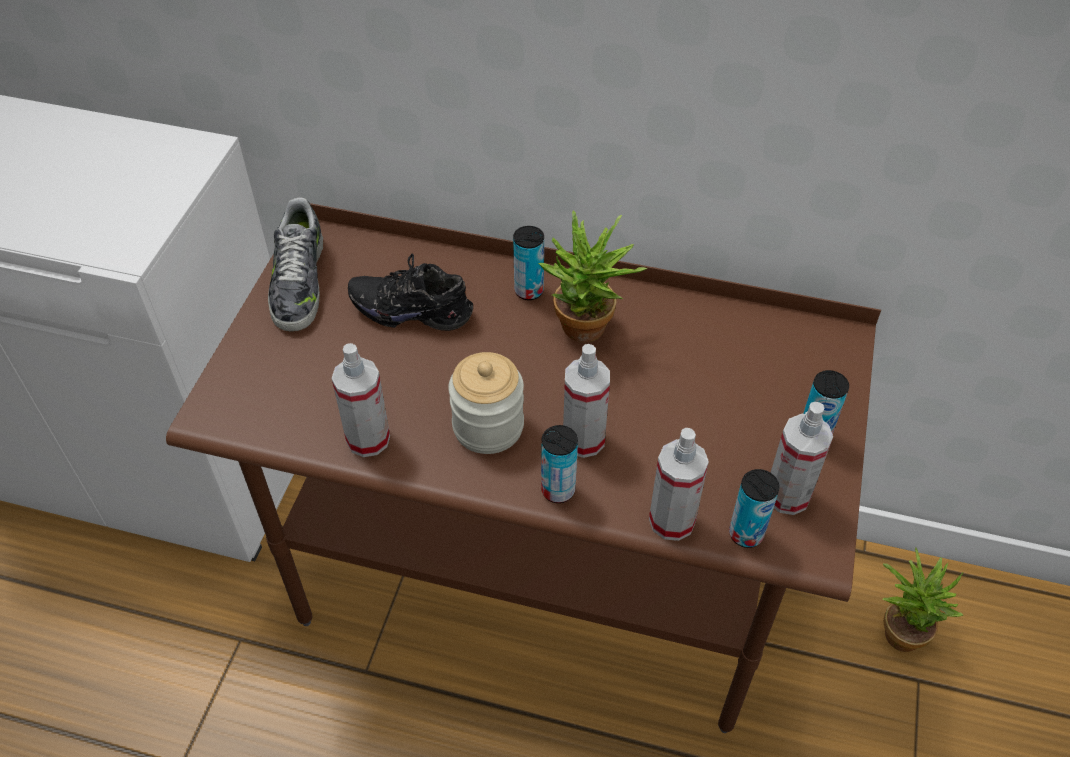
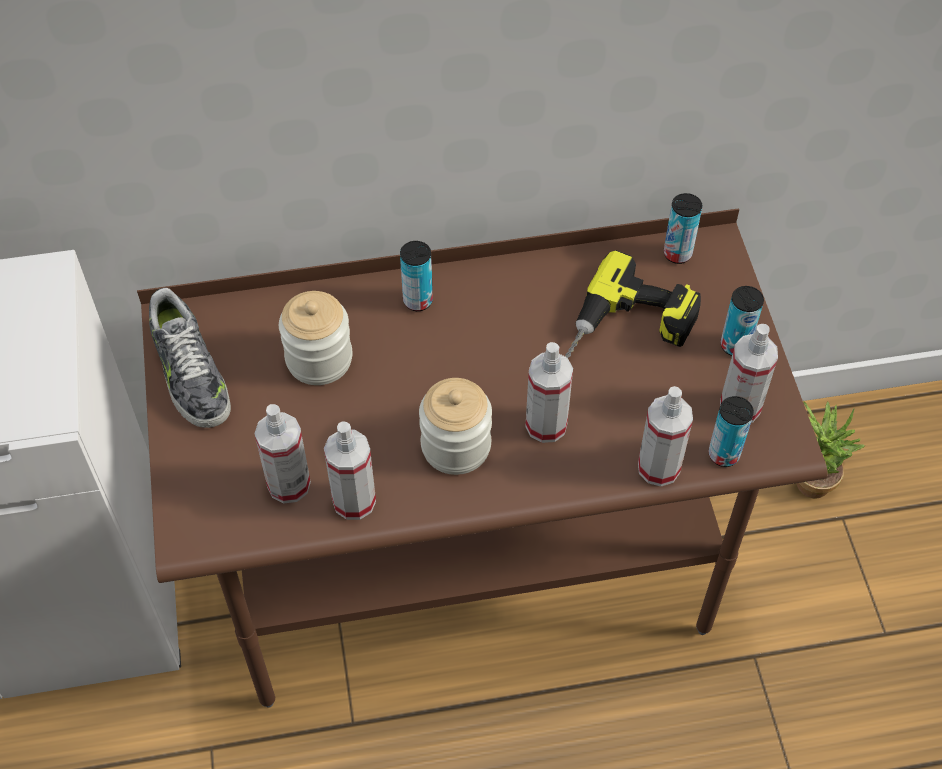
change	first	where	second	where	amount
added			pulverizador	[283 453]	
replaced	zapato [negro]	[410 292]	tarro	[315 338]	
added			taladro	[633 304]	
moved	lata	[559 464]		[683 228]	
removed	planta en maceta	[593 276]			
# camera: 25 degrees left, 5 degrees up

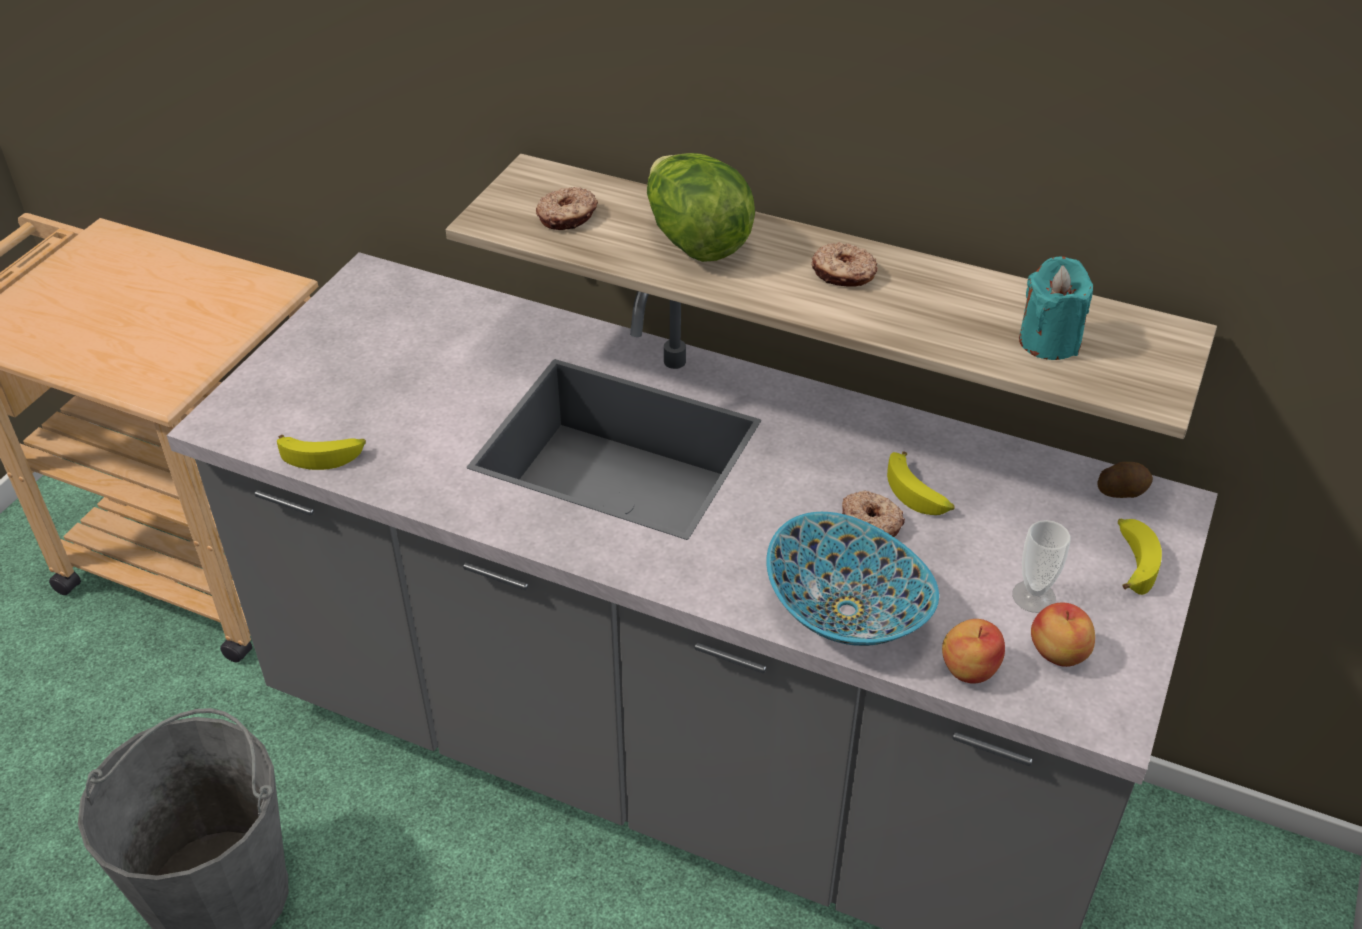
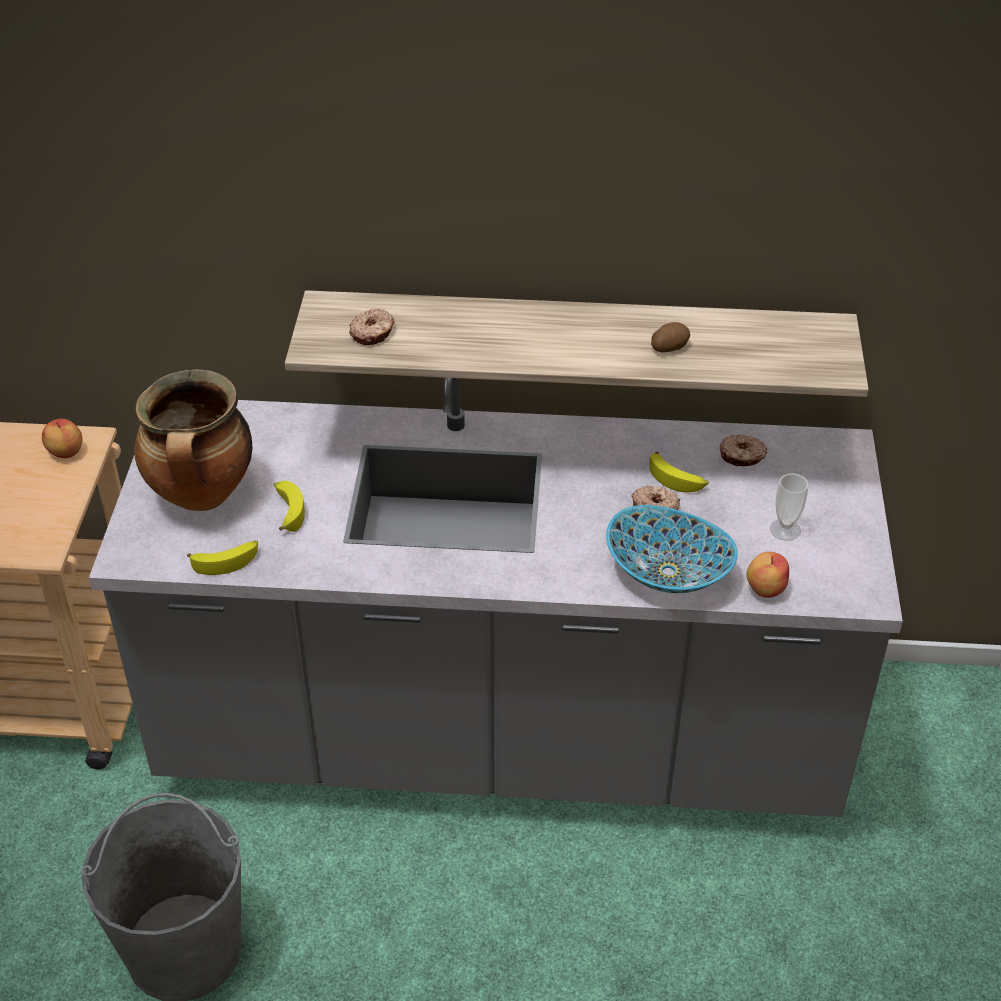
change	first	where	second	where	amount
moved	manzana	[1063 635]		[62 438]	
added			olla	[193 440]	
moved	plátano	[1140 557]		[289 506]	
moved	patata	[1125 480]		[670 337]	
moved	rosquilla	[845 264]		[743 450]	
removed	lechuga	[701 207]			
removed	vela [turquesa]	[1056 308]			
# camera: 20 degrees left, 0 degrees up

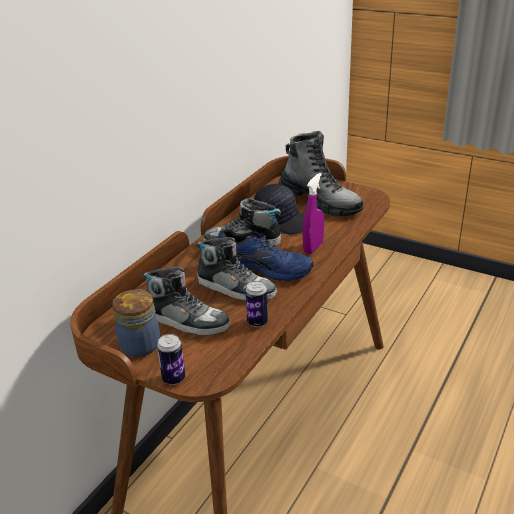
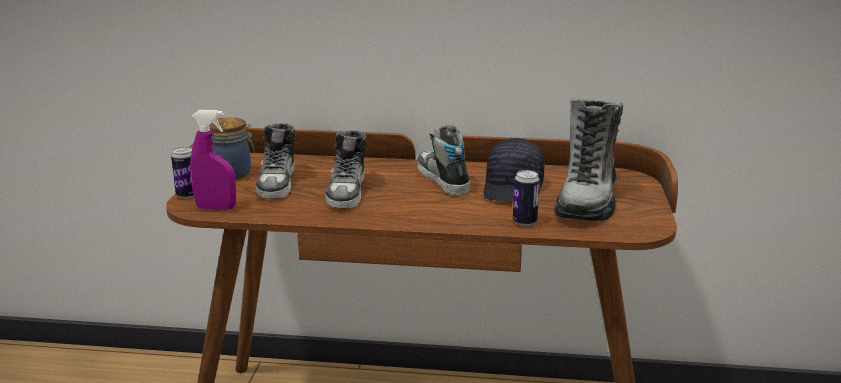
change	first	where	second	where	amount
moved	pulverizador [morado]	[313 213]		[213 160]	
moved	lata	[256 304]		[526 198]	
removed	zapato [azul]	[266 255]			
# camera: 65 degrees right, 10 degrees down

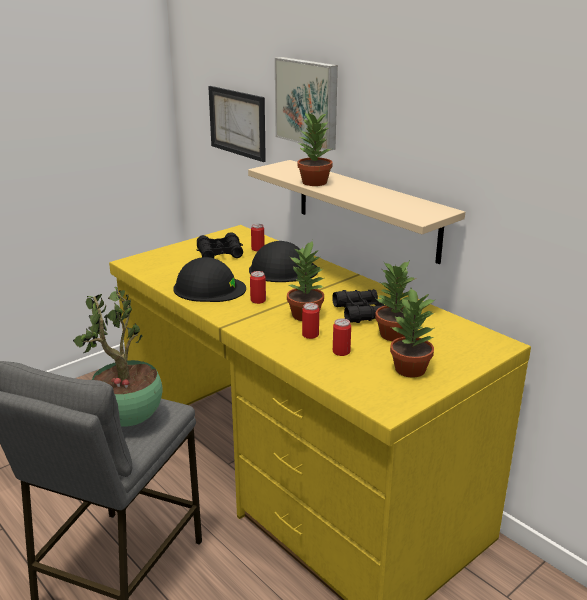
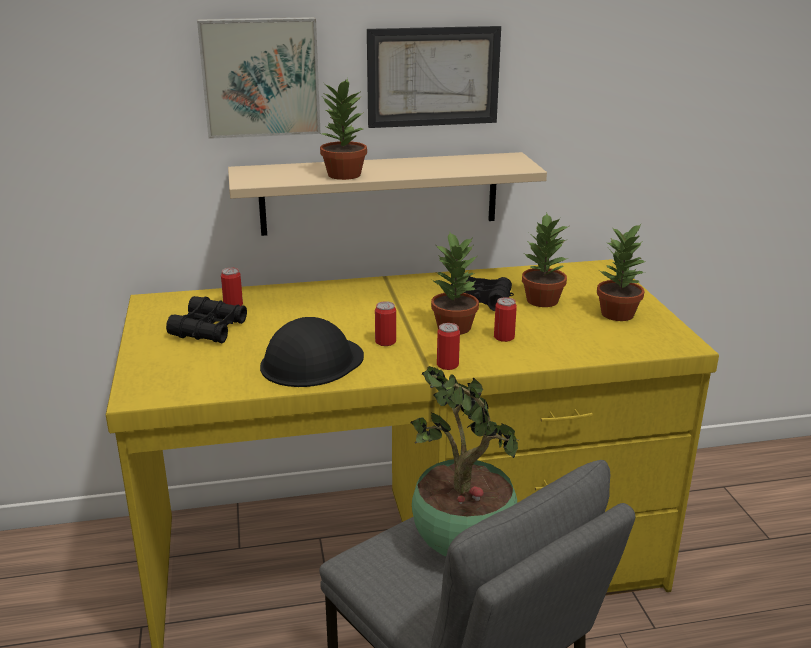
change	first	where	second	where	amount
moved	cuadro	[237 124]		[434 77]	
moved	lata	[342 337]		[448 346]	
removed	casco [negro]	[283 261]			
# camera: 60 degrees left, 0 degrees up

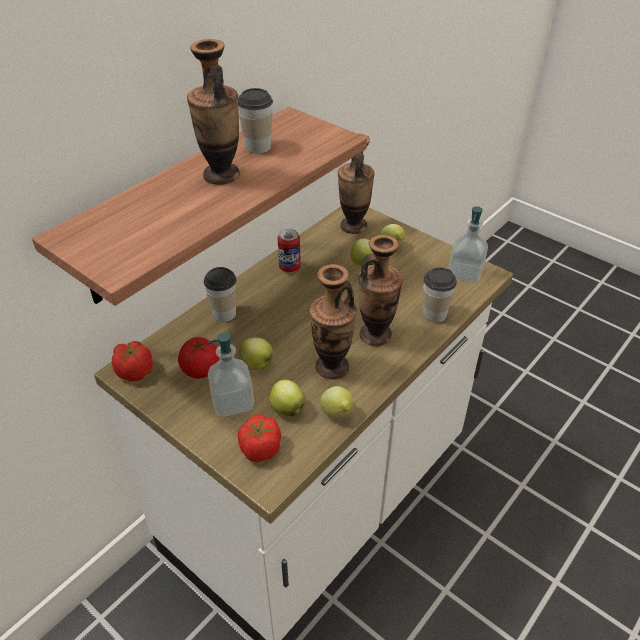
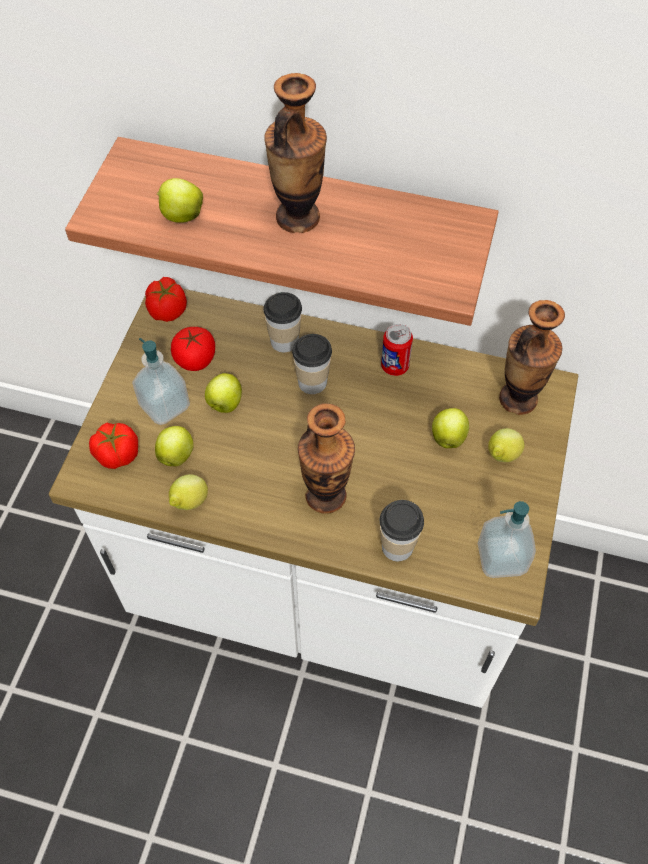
change	first	where	second	where	amount
added			manzana	[180 200]	
moved	taza	[255 120]		[312 364]	
removed	florero	[333 322]			
# camera: 65 degrees right, 15 degrees up

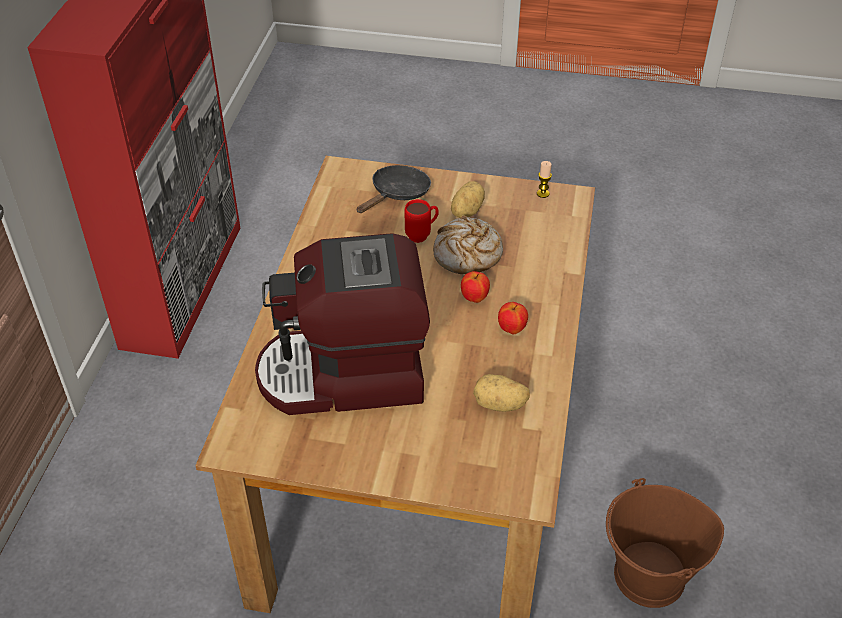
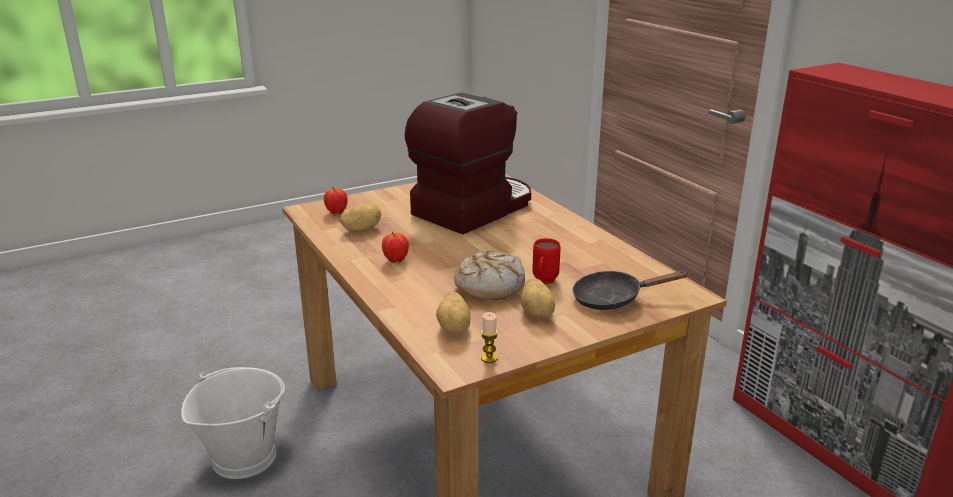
change	first	where	second	where	amount
recoloured	cubo [marrón]	[665 543]	cubo [blanco]	[233 423]	
moved	manzana	[475 287]		[335 200]	
added			patata	[453 312]	
turned	sartén [negro]	[394 189]		[630 290]	90 degrees clockwise
# camera: 140 degrees right, 20 degrees down

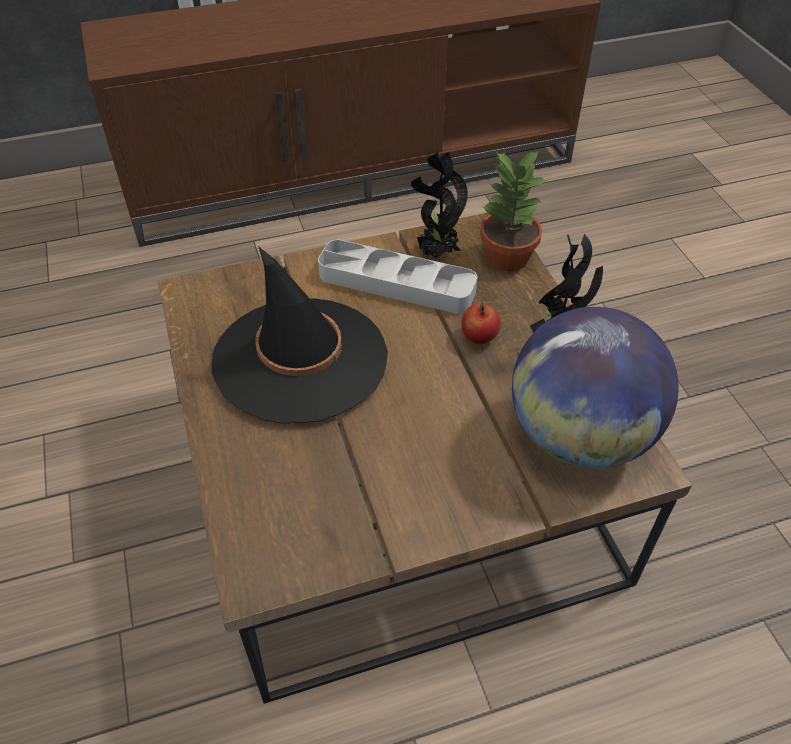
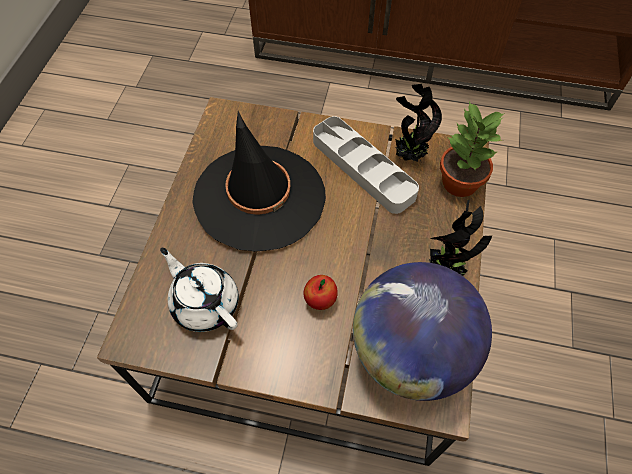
change	first	where	second	where	amount
added			tetera [blanco]	[199 290]	
moved	manzana	[481 323]		[320 292]	
# camera: 30 degrees right, 10 degrees up

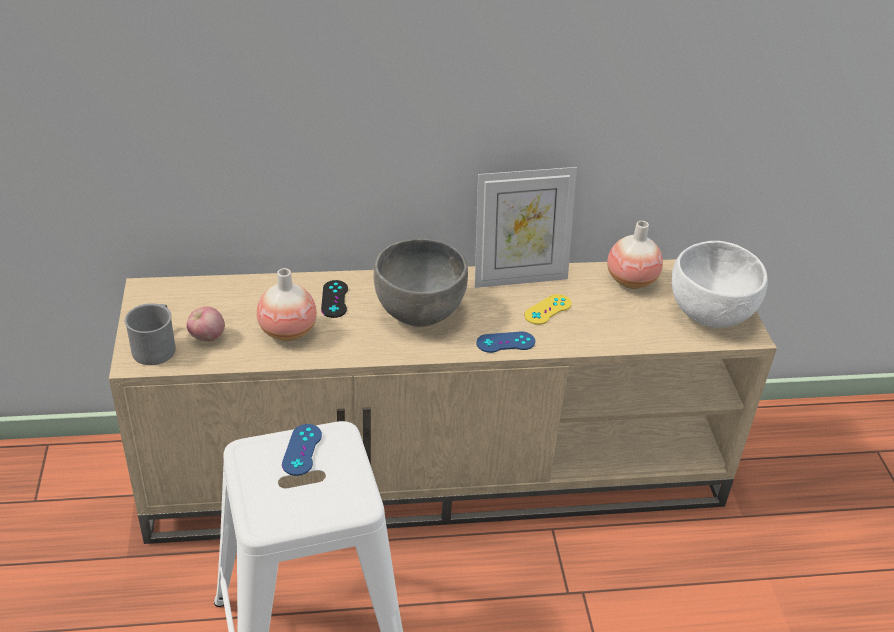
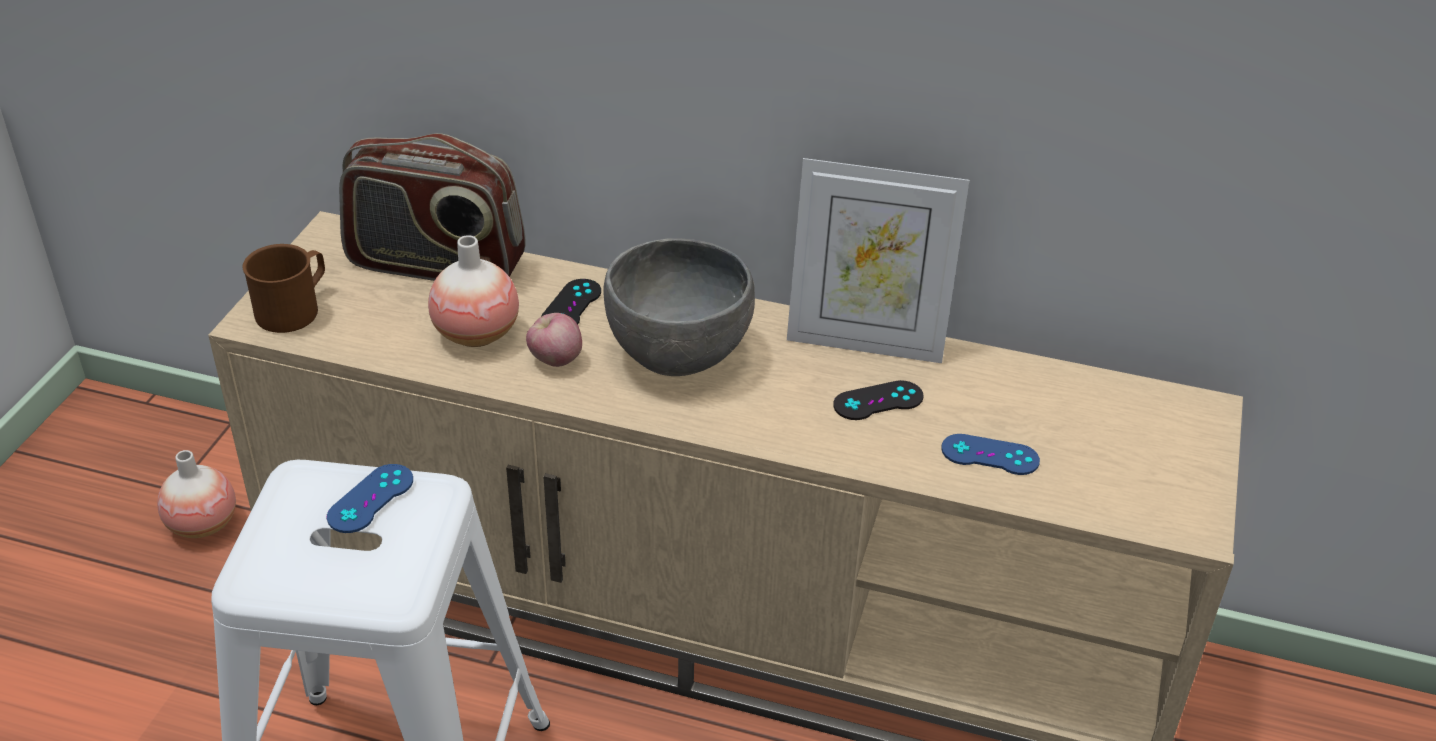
change	first	where	second	where	amount
moved	florero	[635 255]		[196 494]	
recoloured	taza grande [gris]	[150 334]	taza grande [marrón]	[283 288]	
added			radio	[432 207]	
moved	manzana	[206 324]		[554 340]	
recoloured	mando de consola [amarillo]	[548 309]	mando de consola [negro]	[878 400]	
moved	mando de consola [azul]	[505 342]		[990 454]	
removed	cuenco [blanco]	[720 284]			
# camera: 25 degrees right, 0 degrees up

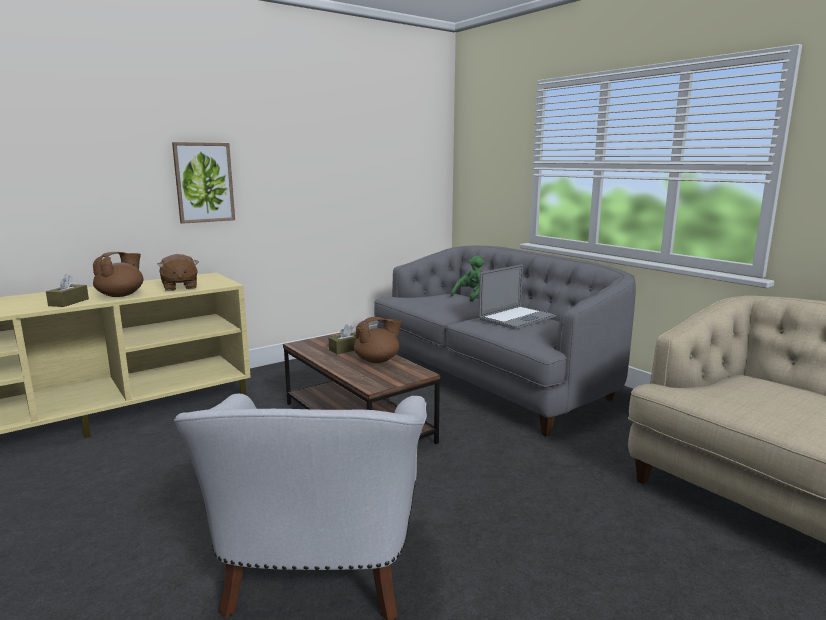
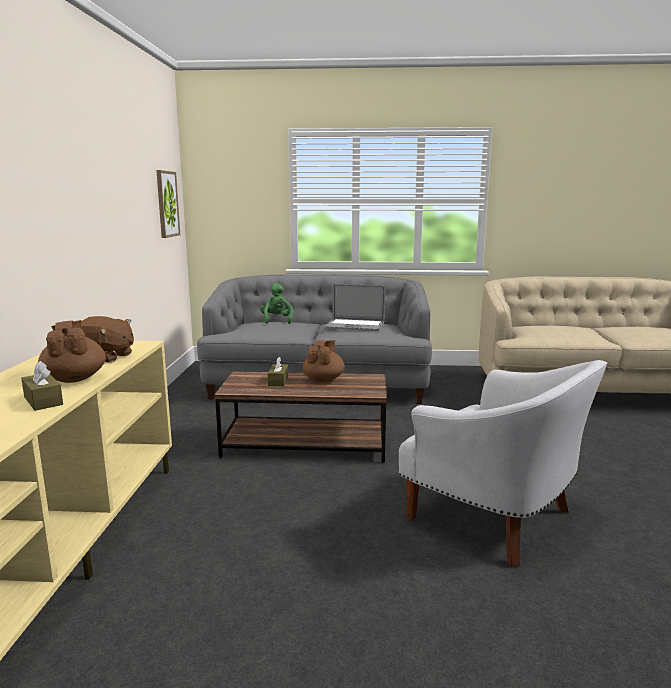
change	first	where	second	where	amount
moved	cuadro	[203 183]		[168 204]	
turned	portátil	[517 296]		[355 307]	105 degrees clockwise
# camera: 50 degrees left, 0 degrees up

